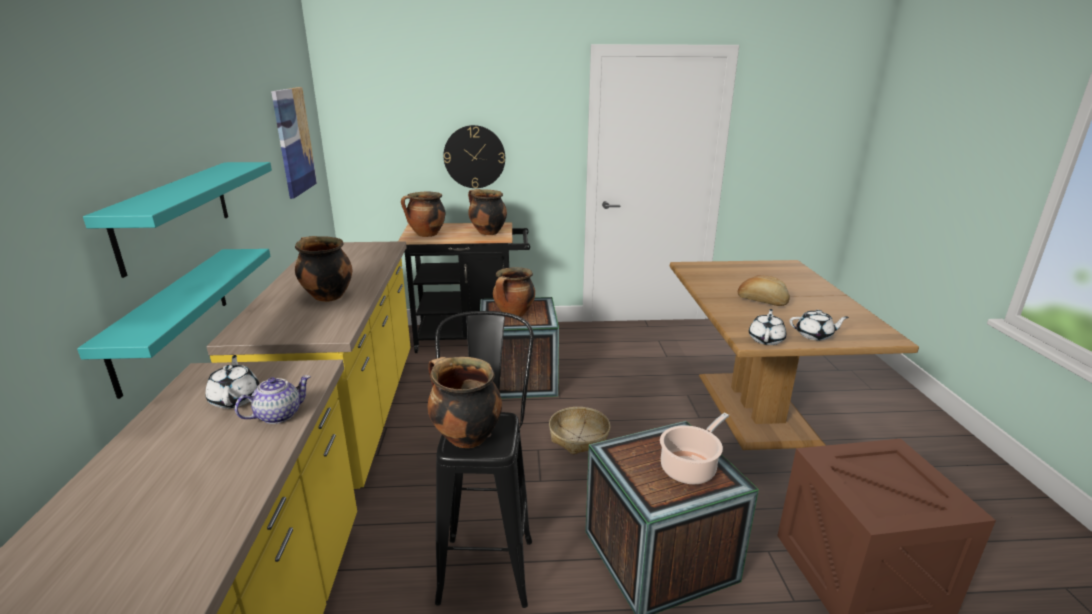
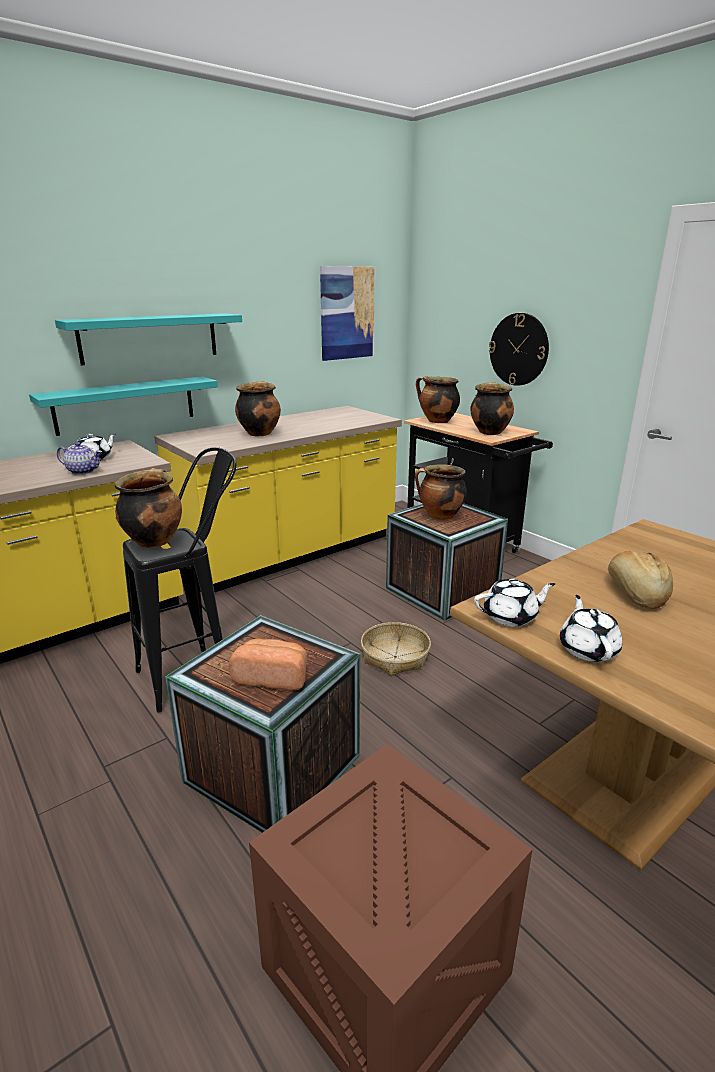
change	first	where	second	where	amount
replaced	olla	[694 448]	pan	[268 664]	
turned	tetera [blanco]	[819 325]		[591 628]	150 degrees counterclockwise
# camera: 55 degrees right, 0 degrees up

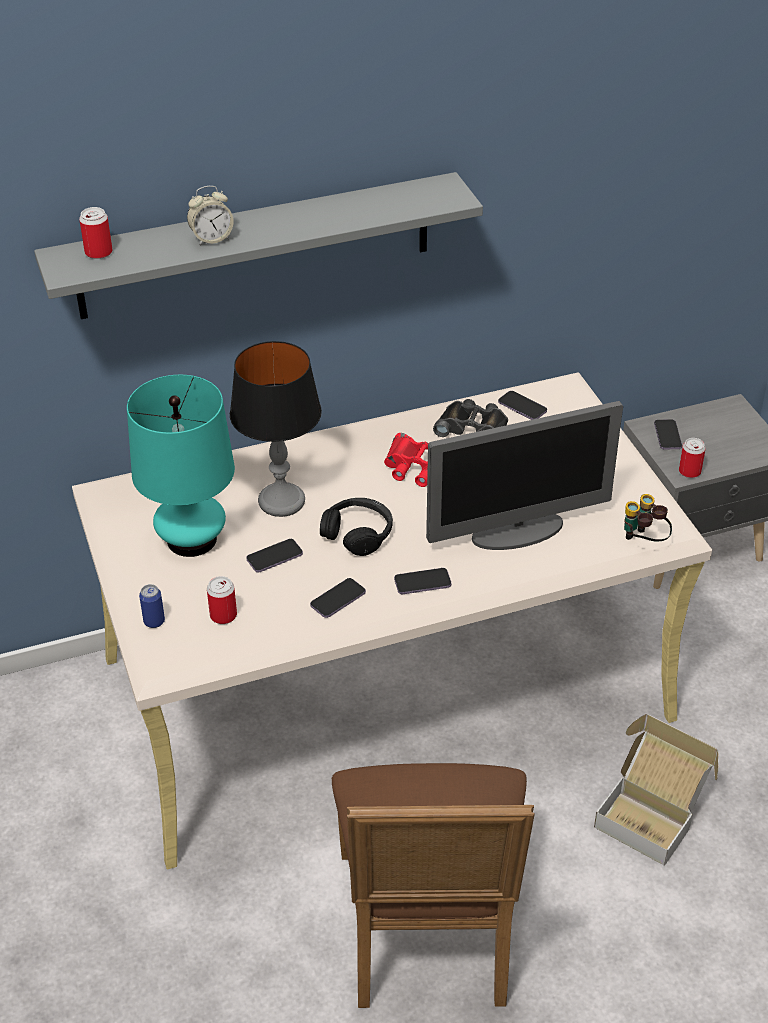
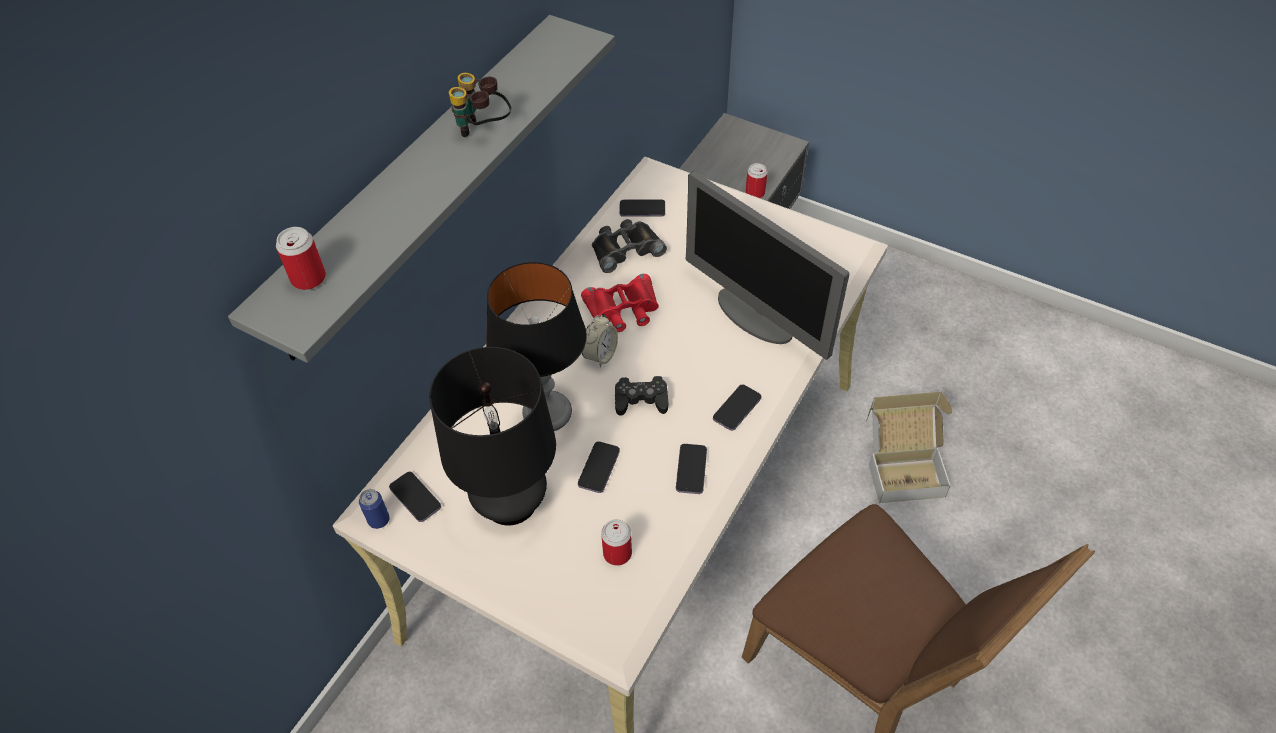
change	first	where	second	where	amount
moved	lata	[152 606]		[374 509]	
moved	móvil	[668 434]		[415 497]	
recoloured	lámpara de mesa [turquesa]	[181 466]	lámpara de mesa [negro]	[492 436]	
moved	prismáticos	[648 517]		[480 105]	
moved	despertador	[210 215]		[600 341]	
replaced	auriculares [negro]	[356 527]	mando de consola [negro]	[641 396]	
turned	monitor	[524 475]		[768 265]	105 degrees clockwise
# camera: 40 degrees left, 10 degrees up

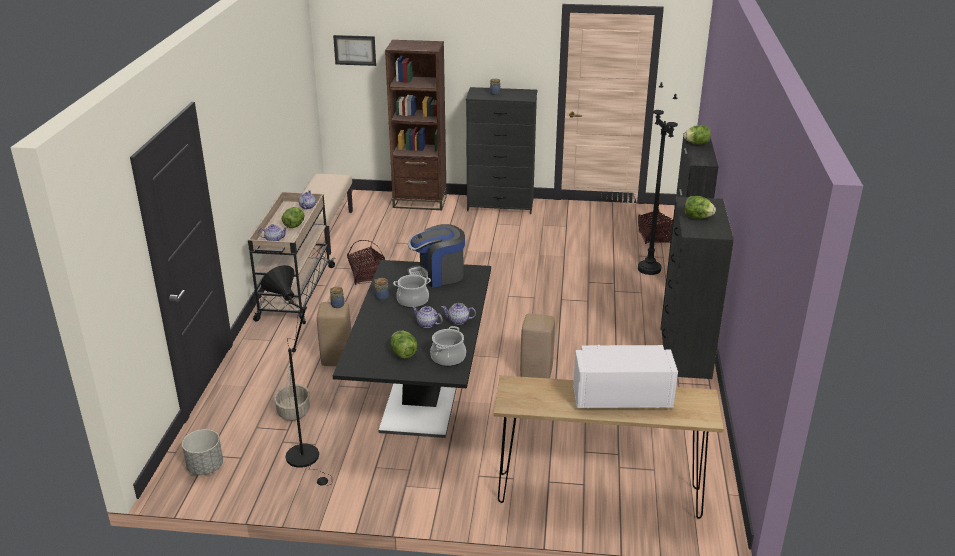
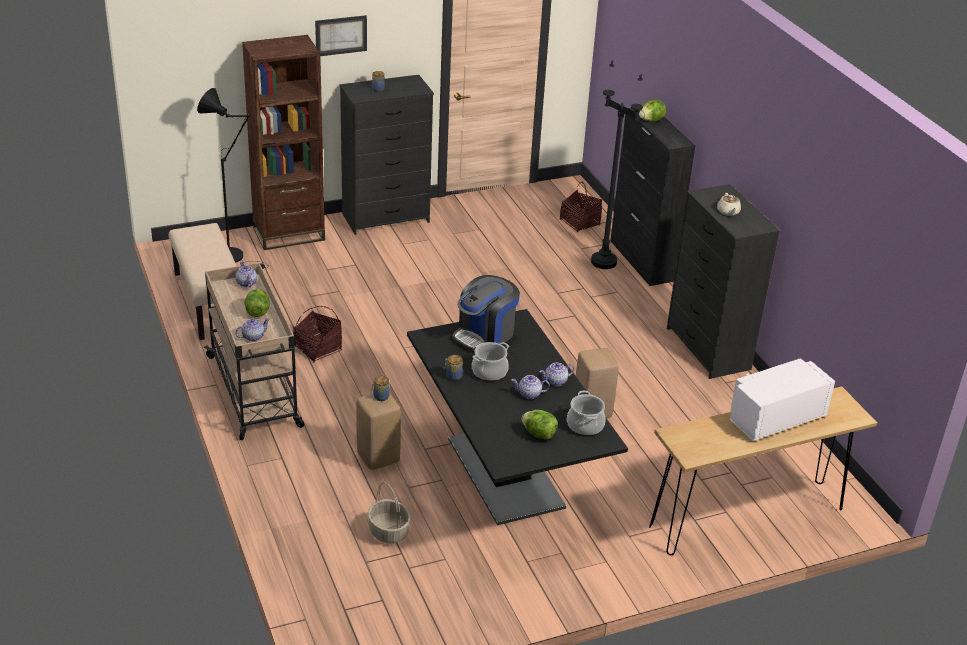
change	first	where	second	where	amount
moved	lámpara de pie [negro]	[296 375]		[232 178]	
moved	cuadro	[354 50]		[341 35]	
replaced	lechuga	[700 207]	tetera [beis]	[729 204]	
removed	maceta [gris]	[202 452]			
# camera: 30 degrees left, 5 degrees up

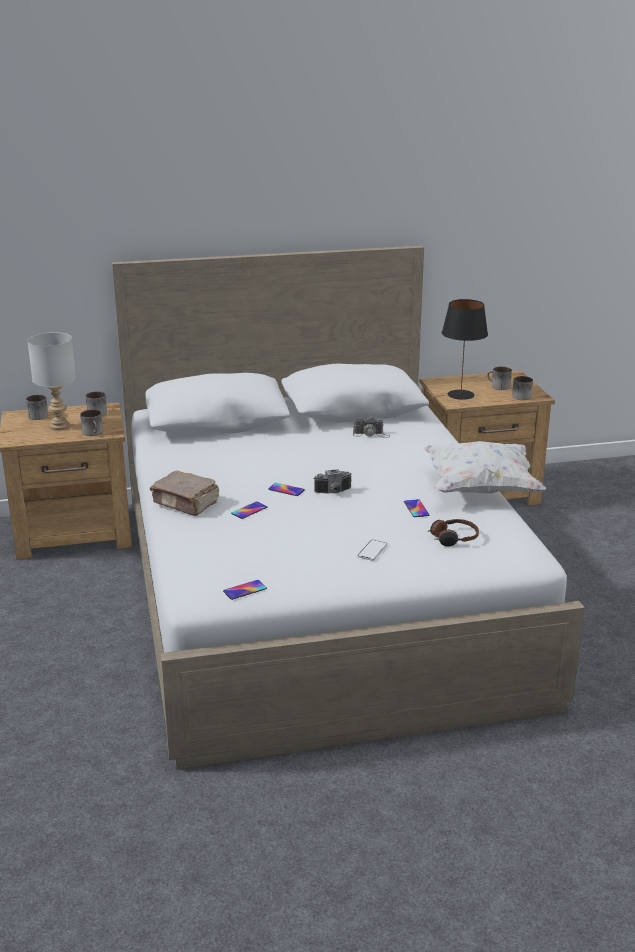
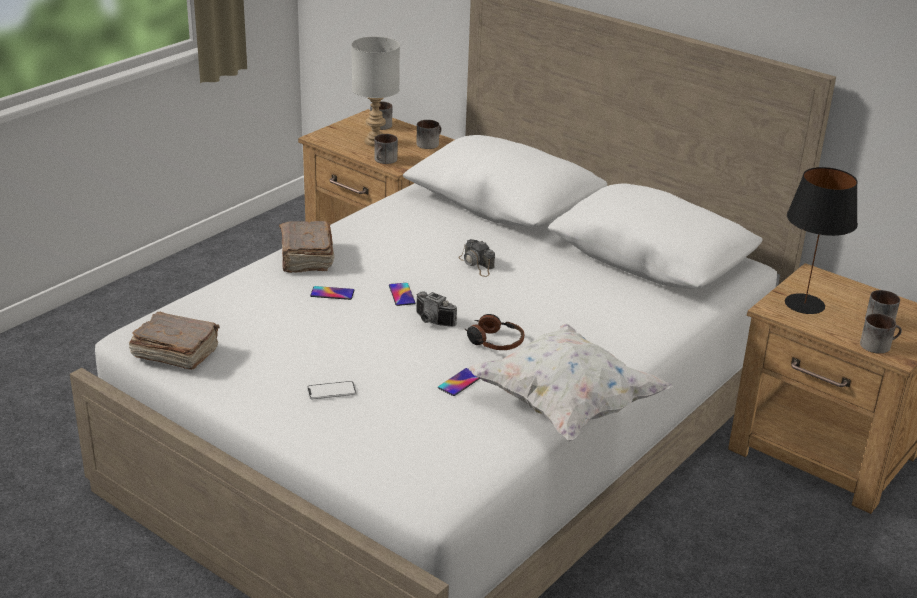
change	first	where	second	where	amount
replaced	móvil	[245 590]	libro [marrón]	[174 341]	
moved	cámara	[371 427]		[477 258]	
moved	auriculares	[453 533]		[494 332]	
# camera: 50 degrees right, 5 degrees up

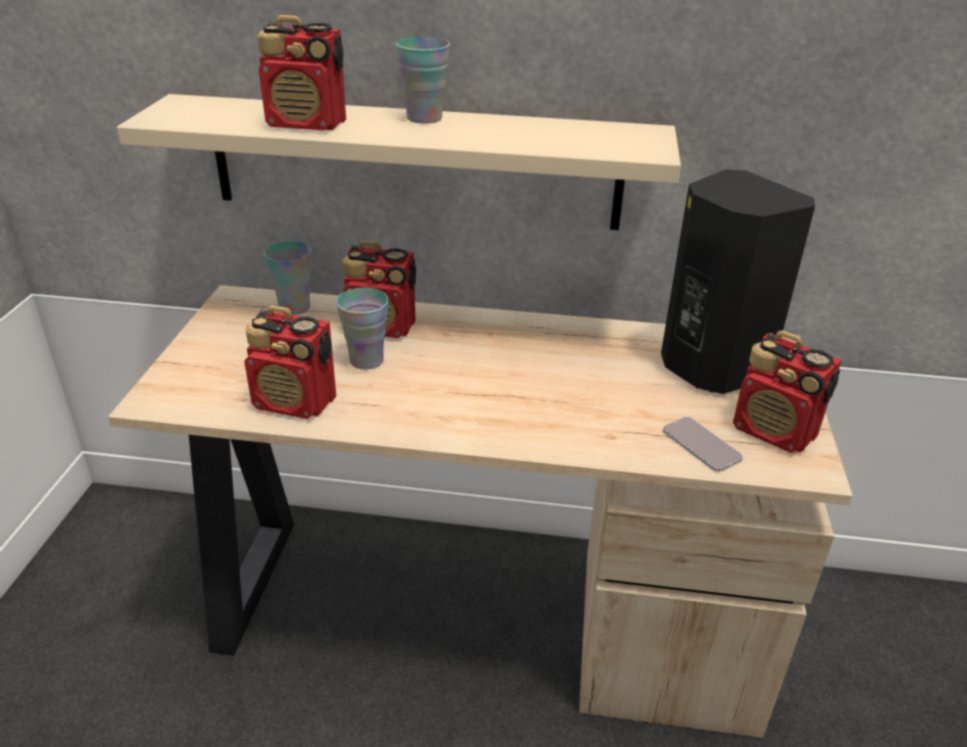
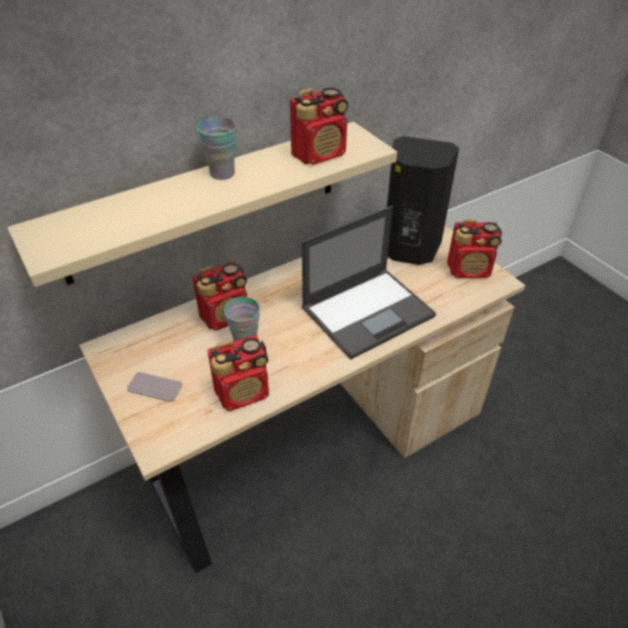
change	first	where	second	where	amount
moved	móvil	[703 444]		[154 387]	
moved	radio	[301 72]		[319 126]	
added			portátil	[369 283]	
removed	taza	[288 278]			
# camera: 40 degrees left, 10 degrees up

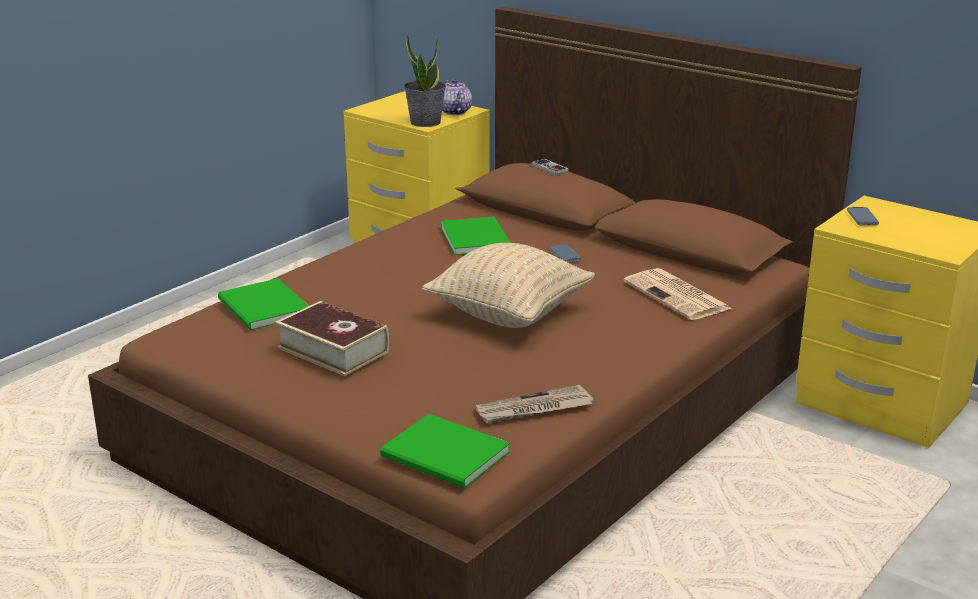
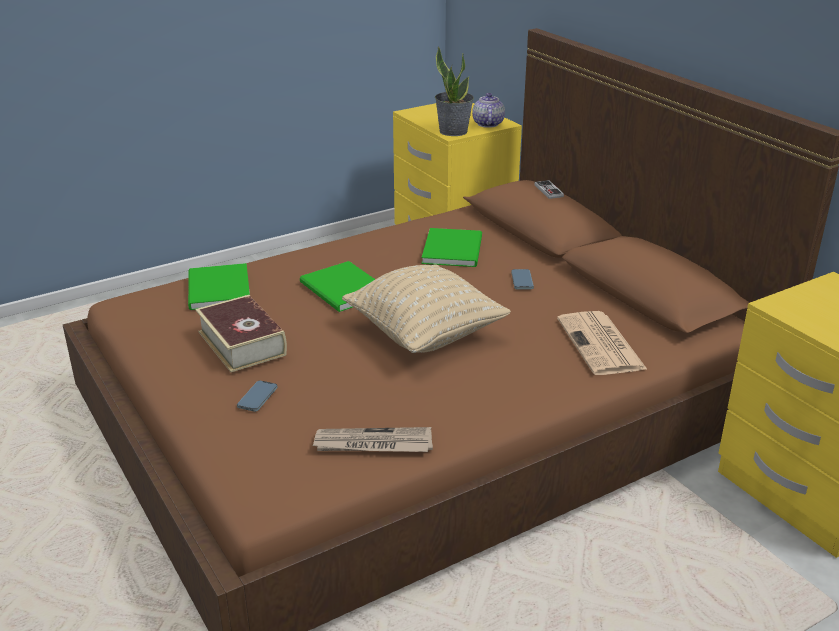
change	first	where	second	where	amount
moved	móvil	[863 216]		[257 396]	
moved	libro [verde]	[445 451]		[337 286]	
# camera: 20 degrees right, 5 degrees up

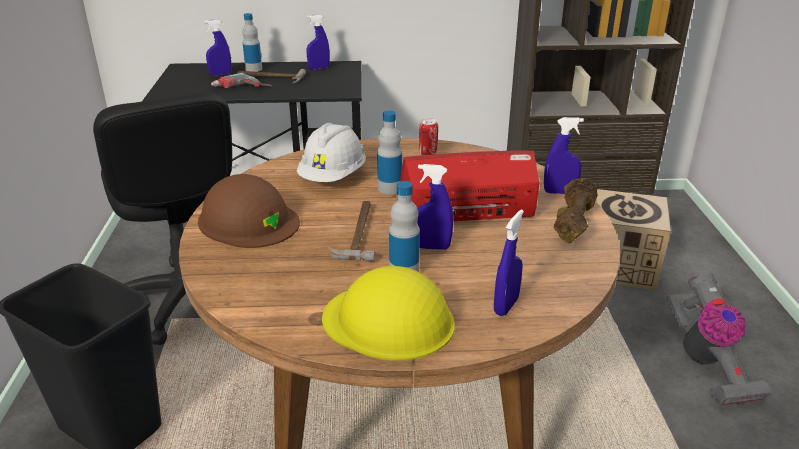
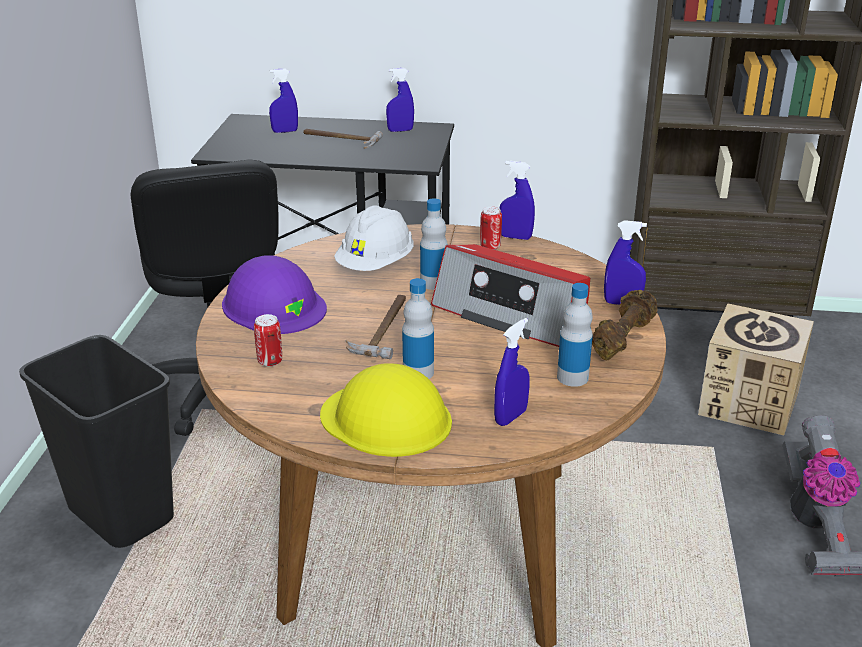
change	first	where	second	where	amount
recoloured	casco [marrón]	[249 211]	casco [morado]	[274 294]	
added			lata	[268 340]	
turned	radio	[469 185]		[510 295]	150 degrees counterclockwise
moved	pulverizador [azul]	[435 207]		[517 200]	
moved	botella	[252 42]		[575 335]	
removed	taladro	[241 80]			
# camera: 10 degrees right, 0 degrees up

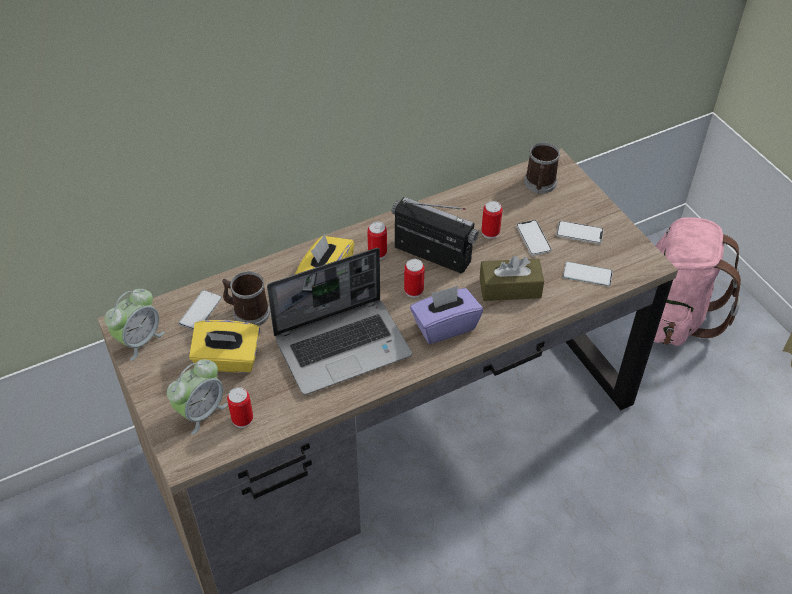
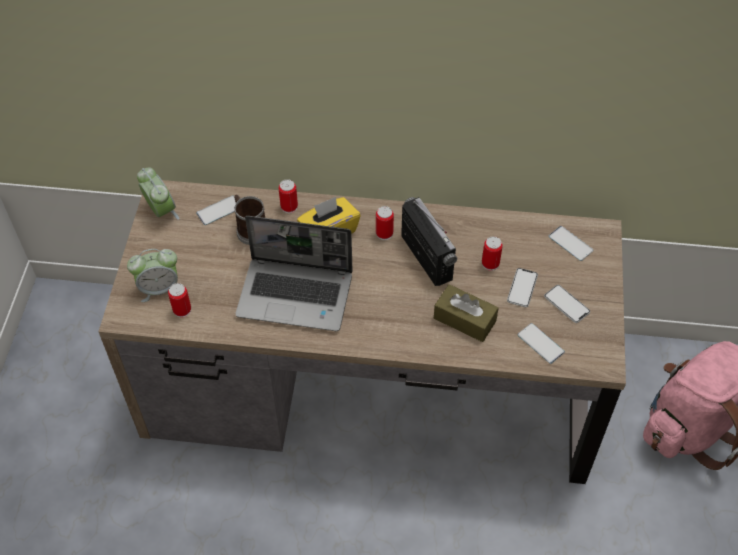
change	first	where	second	where	amount
turned	despertador	[135 325]		[158 193]	105 degrees counterclockwise
moved	lata	[414 278]		[288 196]	
replaced	taza grande	[542 167]	móvil	[571 243]	
removed	caja de pañuelos [amarillo]	[224 346]			
removed	caja de pañuelos [morado]	[446 315]			
# camera: 35 degrees right, 5 degrees up

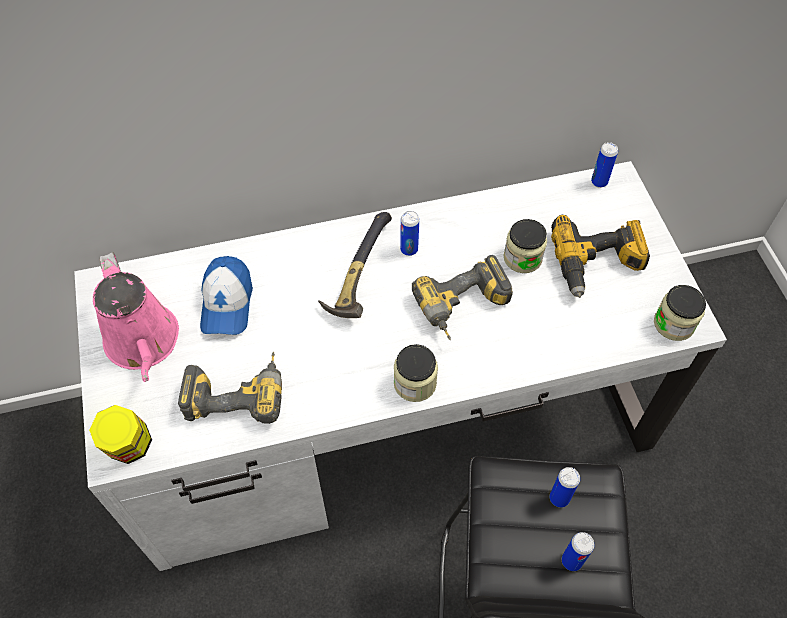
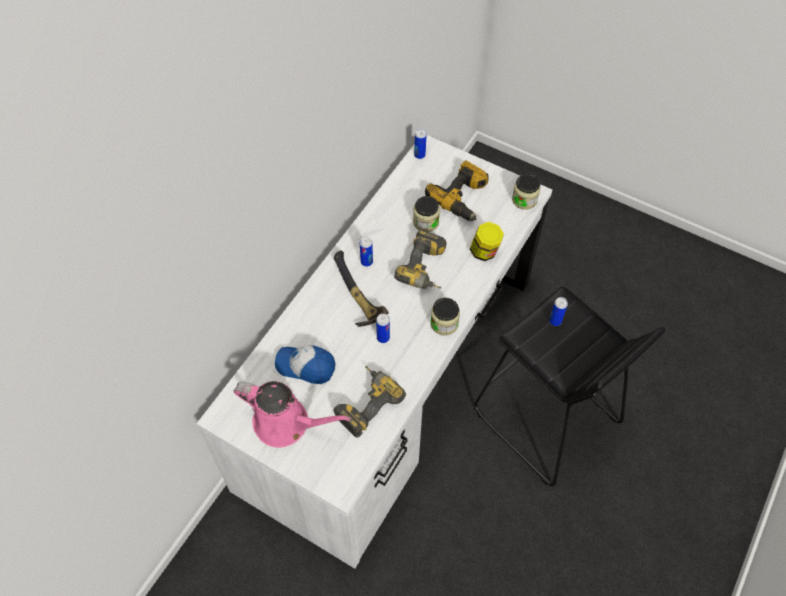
change	first	where	second	where	amount
turned	gorra	[226 295]		[305 364]	150 degrees clockwise
moved	lata	[578 551]		[383 328]	
moved	tarro	[120 434]		[487 241]	
# camera: 45 degrees left, 0 degrees up

